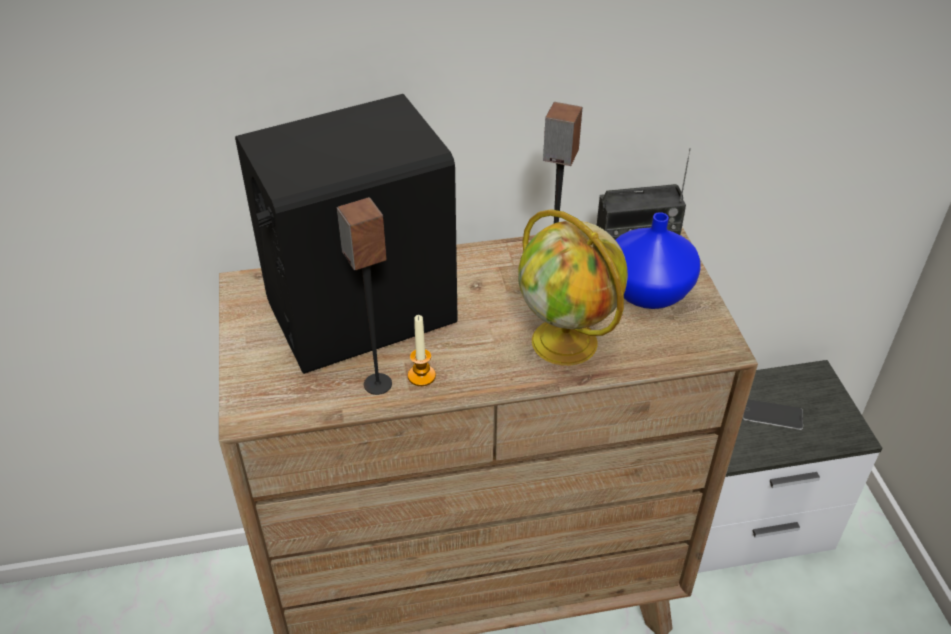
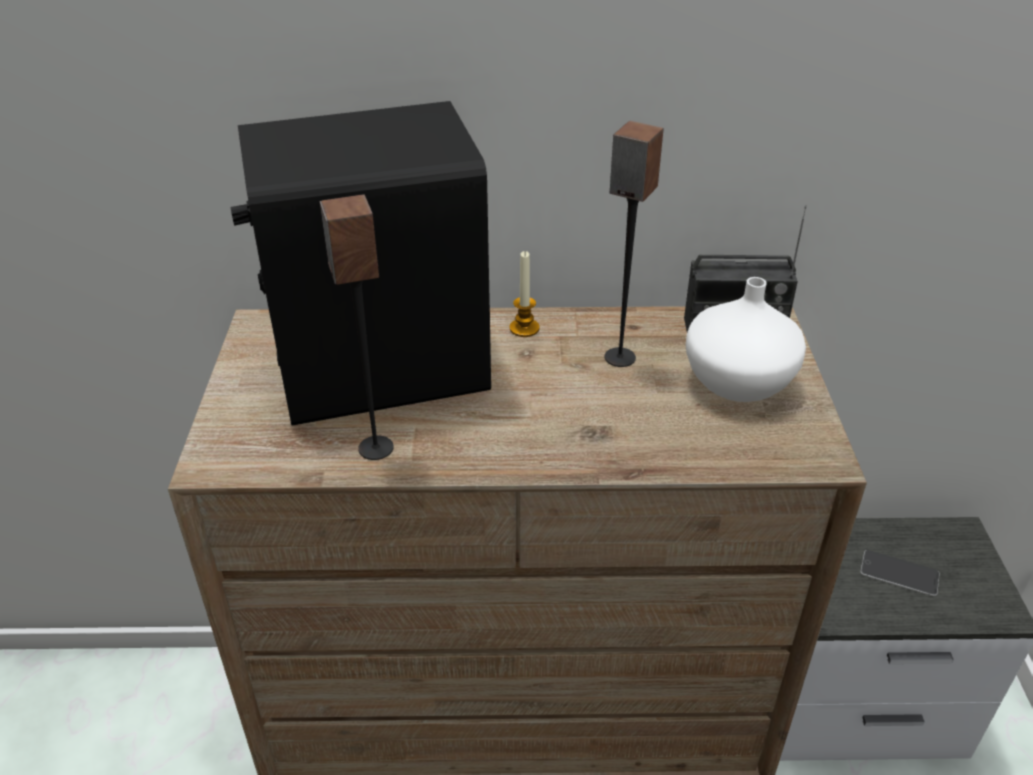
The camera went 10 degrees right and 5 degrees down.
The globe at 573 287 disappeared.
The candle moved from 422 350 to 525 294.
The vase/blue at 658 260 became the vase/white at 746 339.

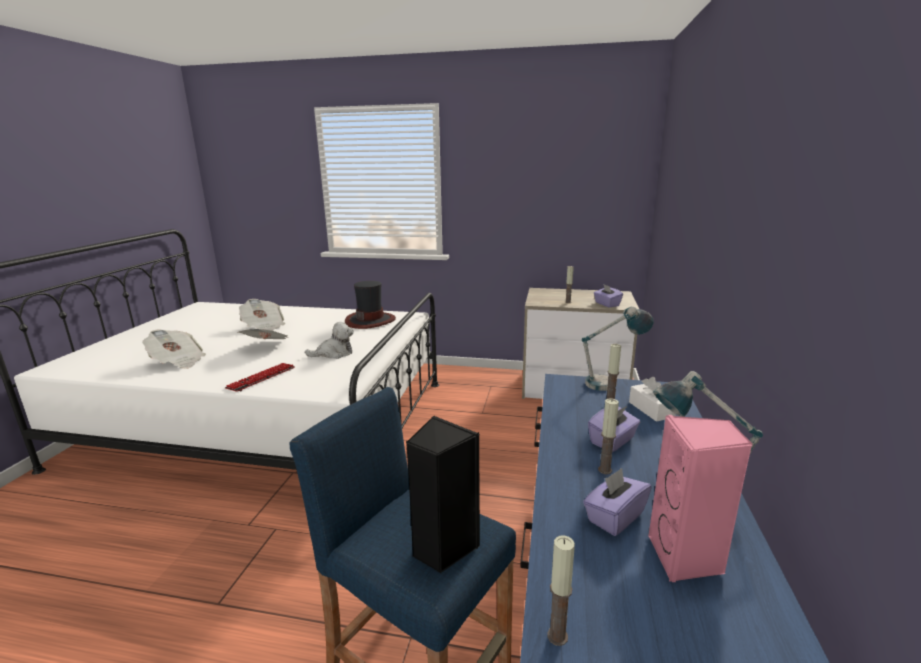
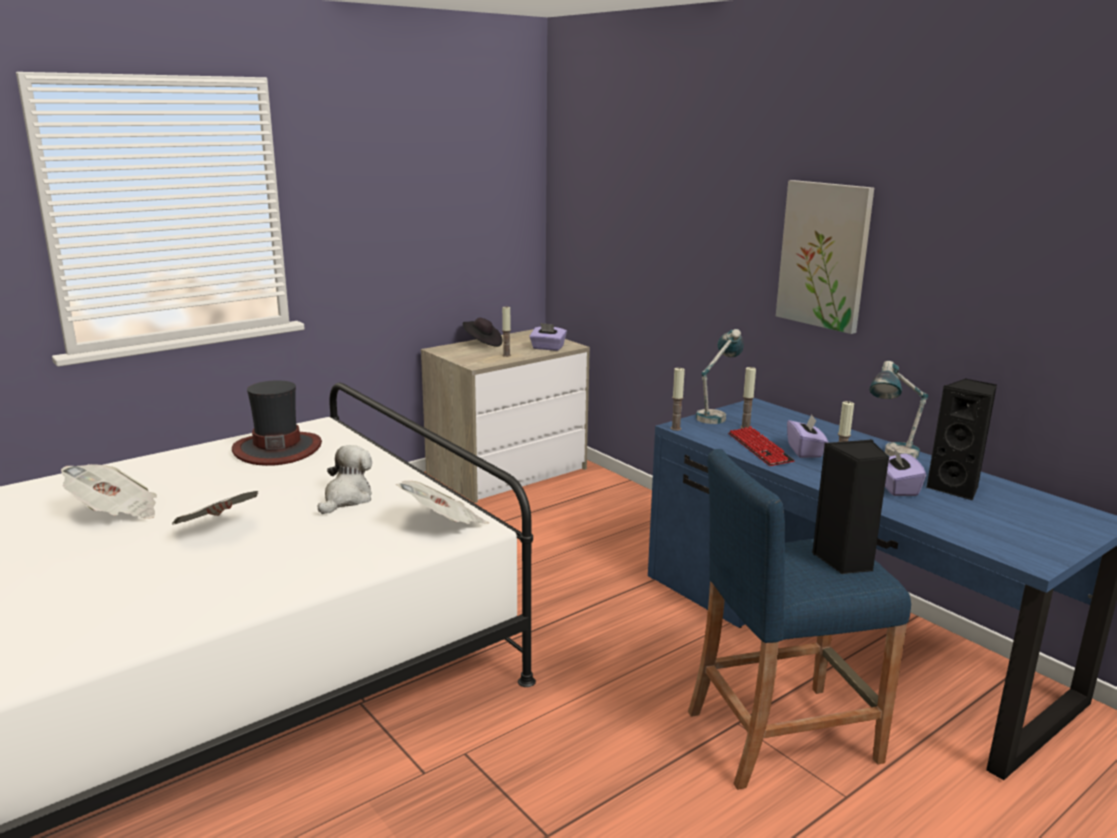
The camera went 50 degrees left and 0 degrees up.
The tissue box/white at 652 399 disappeared.
The hat/black at 482 332 appeared.
The picture at 825 257 appeared.
The newspaper moved from 174 349 to 442 502.
The keyboard moved from 260 377 to 761 446.
The candle moved from 561 591 to 678 399.
The speaker/pink at 700 498 became the speaker/black at 961 439.

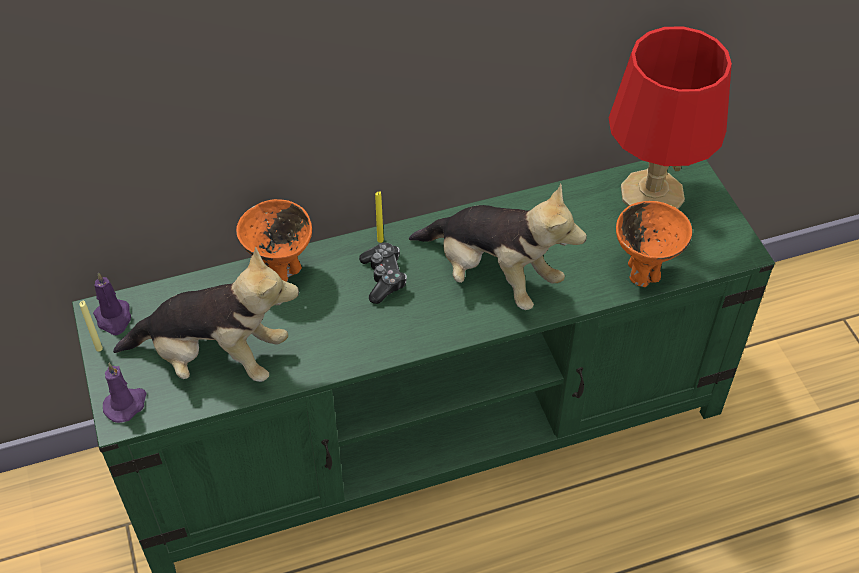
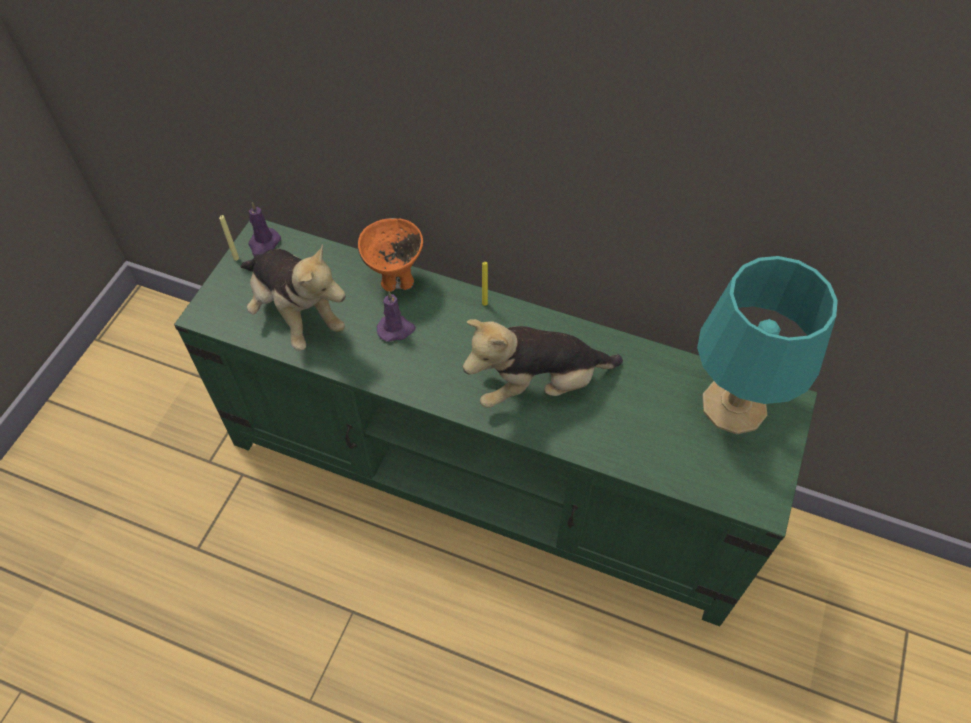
The camera went 40 degrees right and 5 degrees up.
The game controller at 383 273 disappeared.
The bowl/orange at 654 244 disappeared.
The candle/purple moved from 125 393 to 396 316.
The table lamp/red at 670 117 became the table lamp/turquoise at 767 345.
The plush toy at 498 247 turned 90 degrees clockwise.

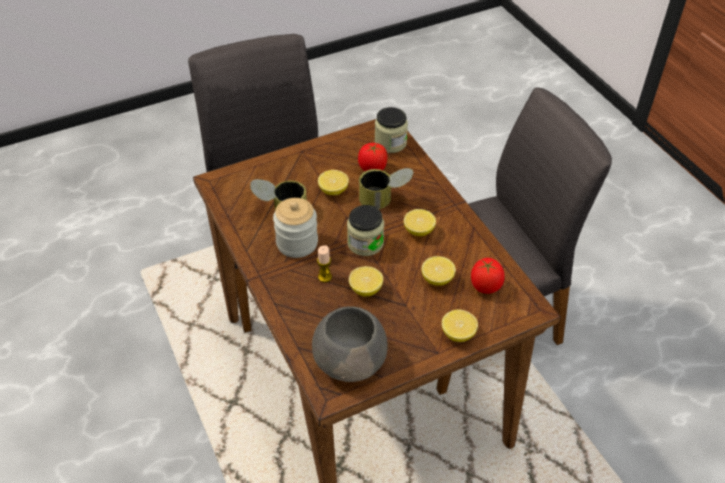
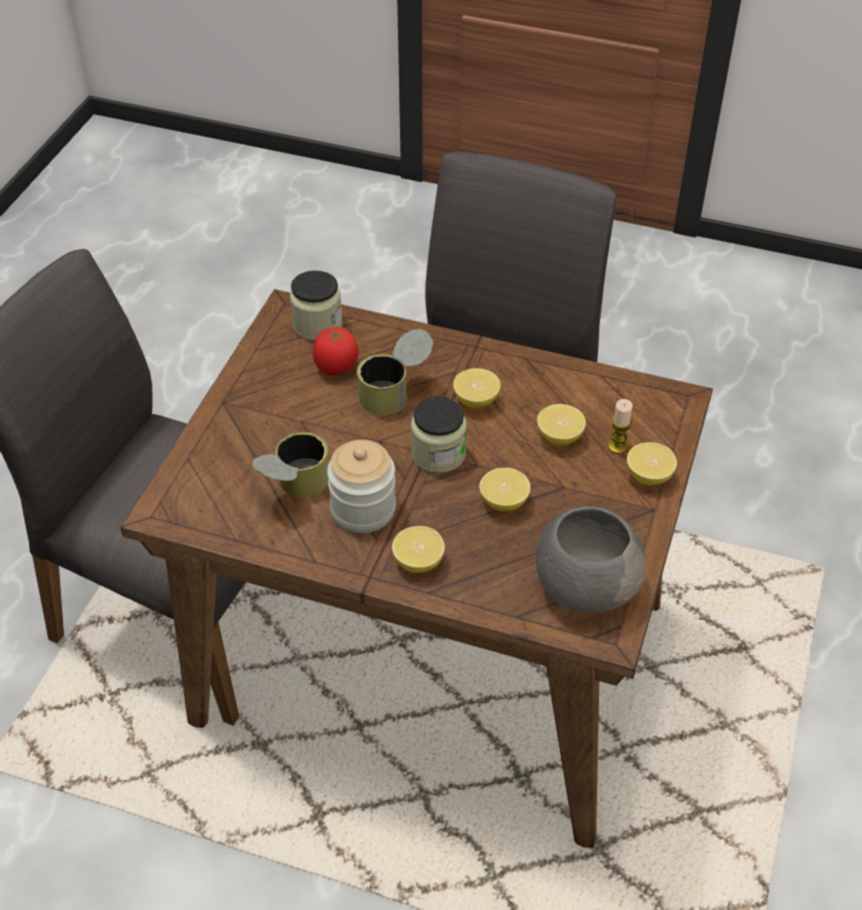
The camera went 45 degrees left and 0 degrees up.
The tomato at 488 276 disappeared.
The candle moved from 324 263 to 620 426.
The lemon moved from 333 182 to 418 549.

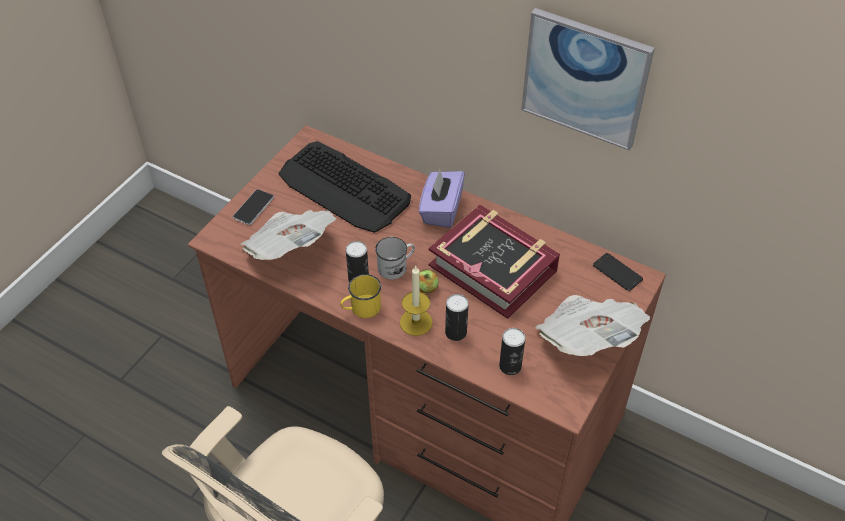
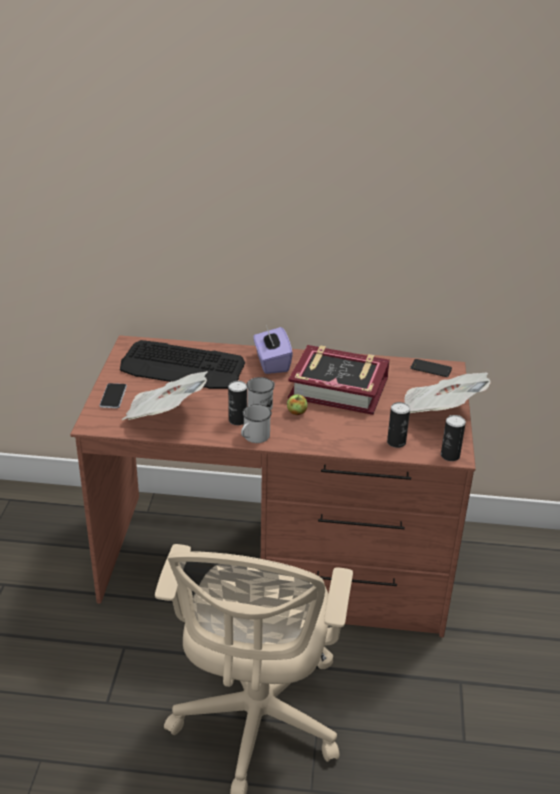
The camera went 25 degrees left and 15 degrees down.
The candle at 416 301 disappeared.
The picture at 588 79 disappeared.
The can moved from 457 317 to 453 438.
The mug/yellow at 360 296 became the mug/white at 256 423.

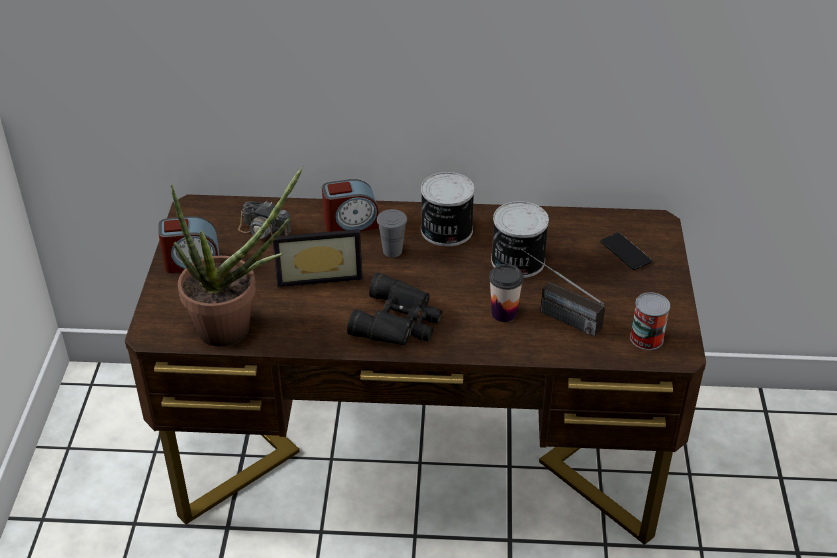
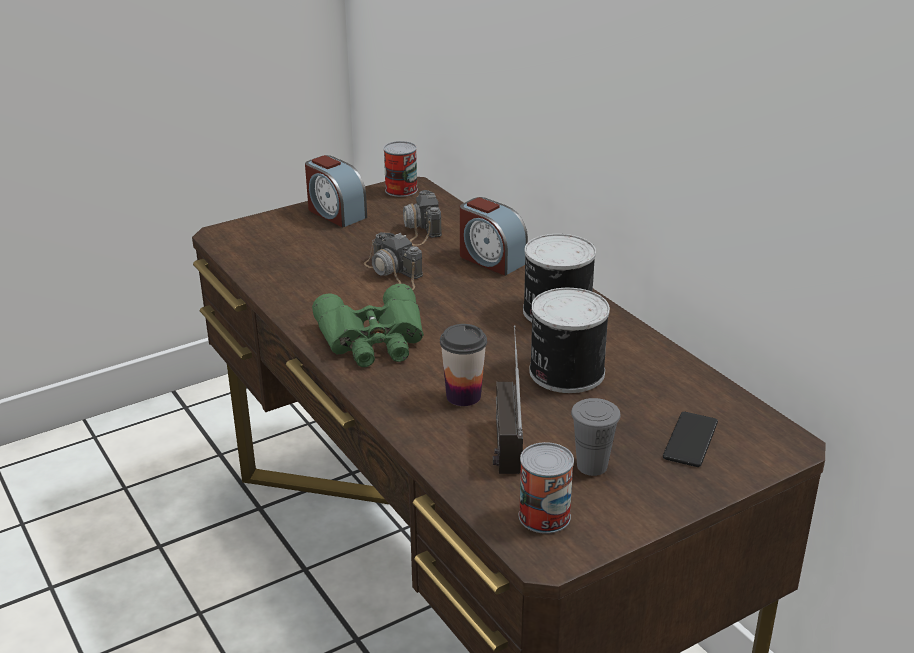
The camera went 55 degrees right and 10 degrees down.
The potted plant at 237 257 disappeared.
The can at 400 169 appeared.
The cup/grey moved from 392 233 to 596 437.
The picture frame at 318 258 was replaced by the photo camera at 393 261.
The binoculars/black at 394 309 became the binoculars/green at 368 325.

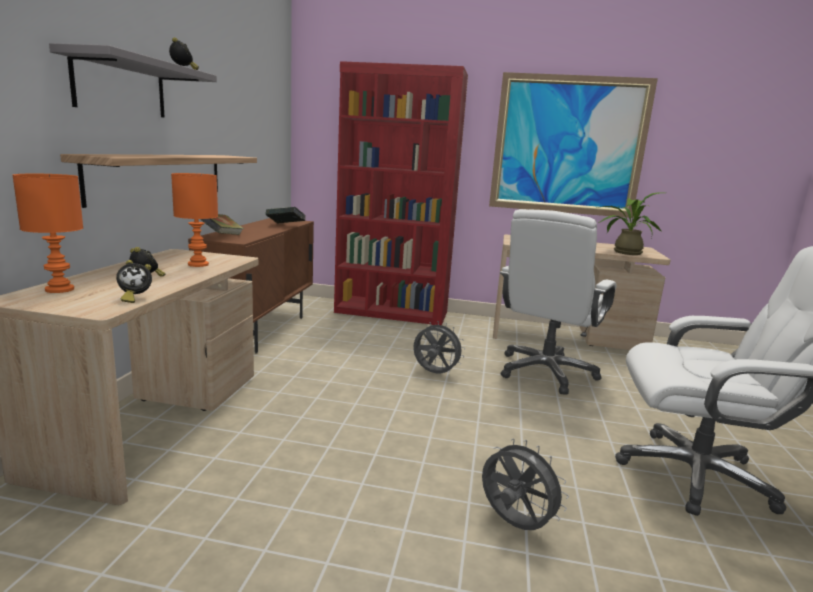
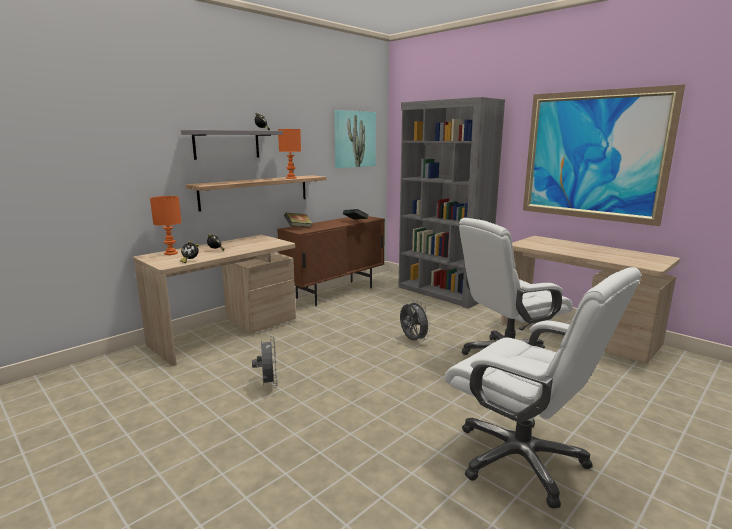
The camera went 35 degrees right and 0 degrees up.
The potted plant at 628 224 disappeared.
The picture at 355 139 appeared.
The table lamp/orange moved from 194 220 to 289 154.
The fan/grey moved from 525 484 to 264 362.
The bookcase/red at 401 193 became the bookcase/grey at 451 203.

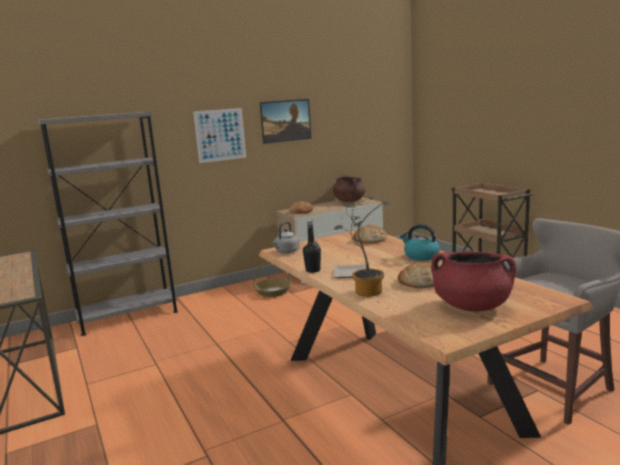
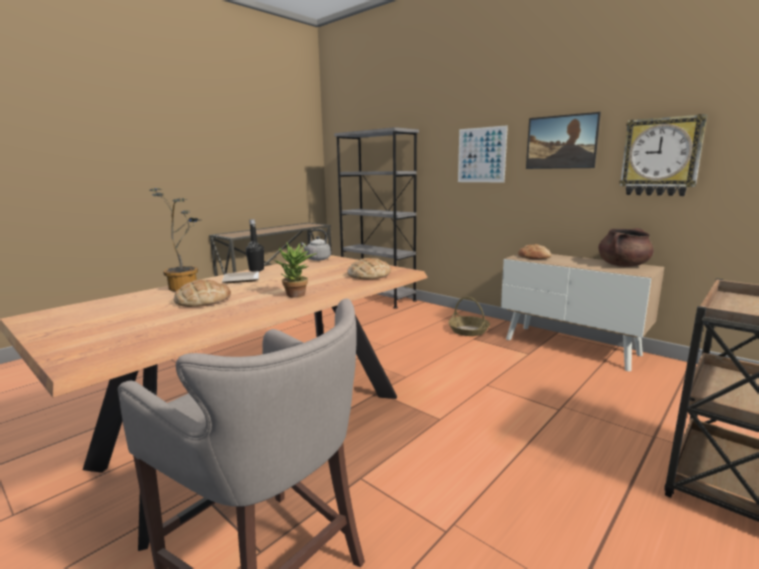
The camera went 70 degrees right and 0 degrees up.
The cooking pot/red at 473 281 disappeared.
The wall clock at 663 155 appeared.
The kettle at 420 242 was replaced by the potted plant at 295 270.

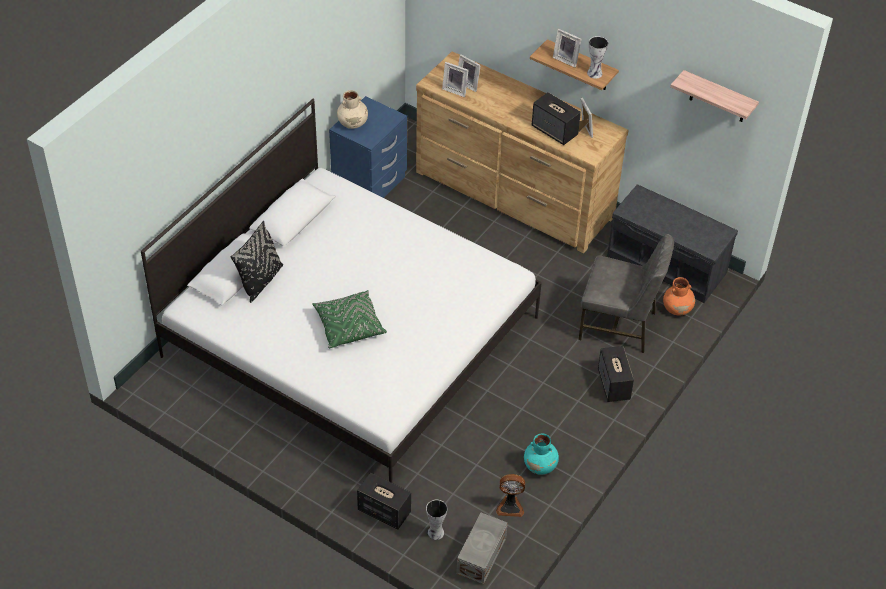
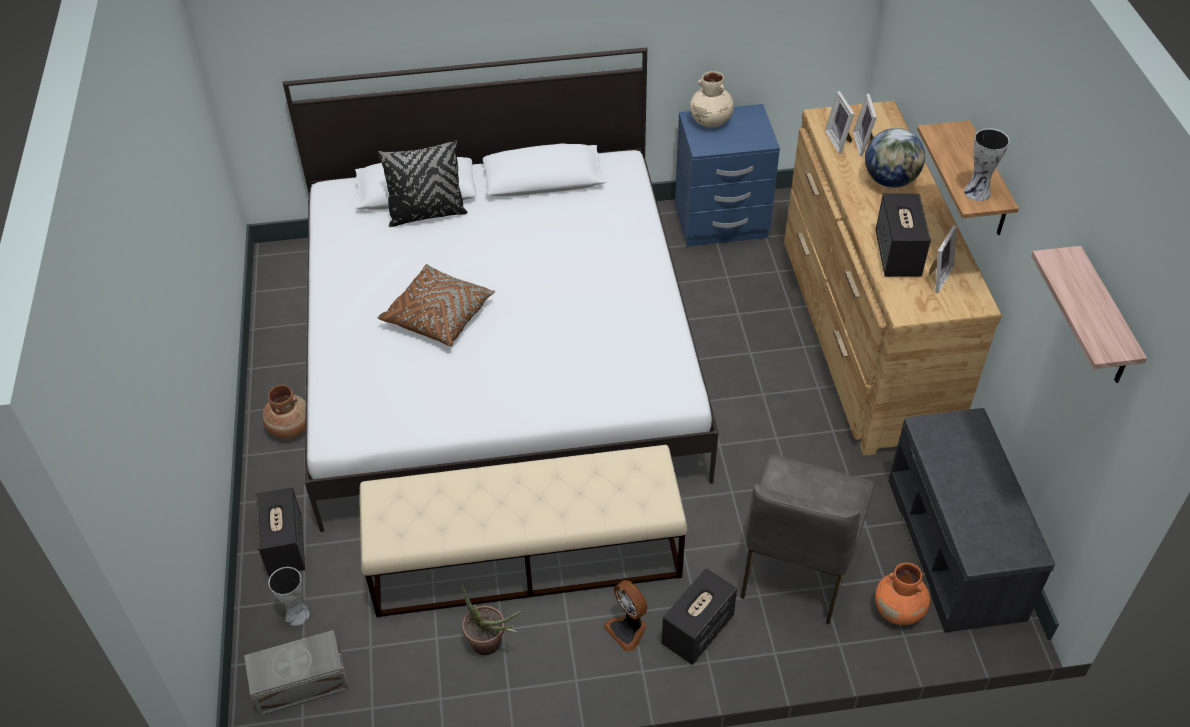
The camera went 50 degrees right and 0 degrees up.
The picture frame at 567 48 disappeared.
The vase/brown at 284 412 appeared.
The bench/beige at 523 531 appeared.
The globe at 895 158 appeared.
The fan moved from 510 495 to 626 616.
The vase/turquoise at 541 454 was replaced by the potted plant at 491 619.
The pillow/green at 349 319 became the pillow/brown at 436 305.
The chair/grey at 626 293 turned 45 degrees clockwise.

